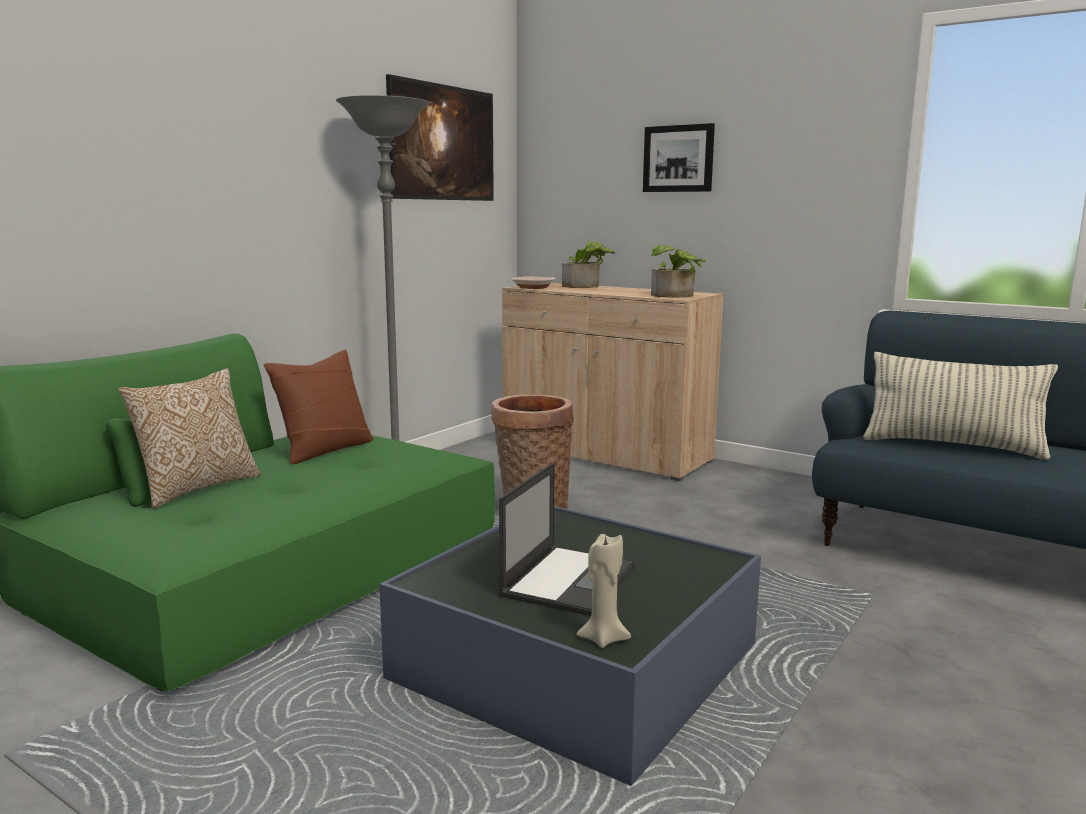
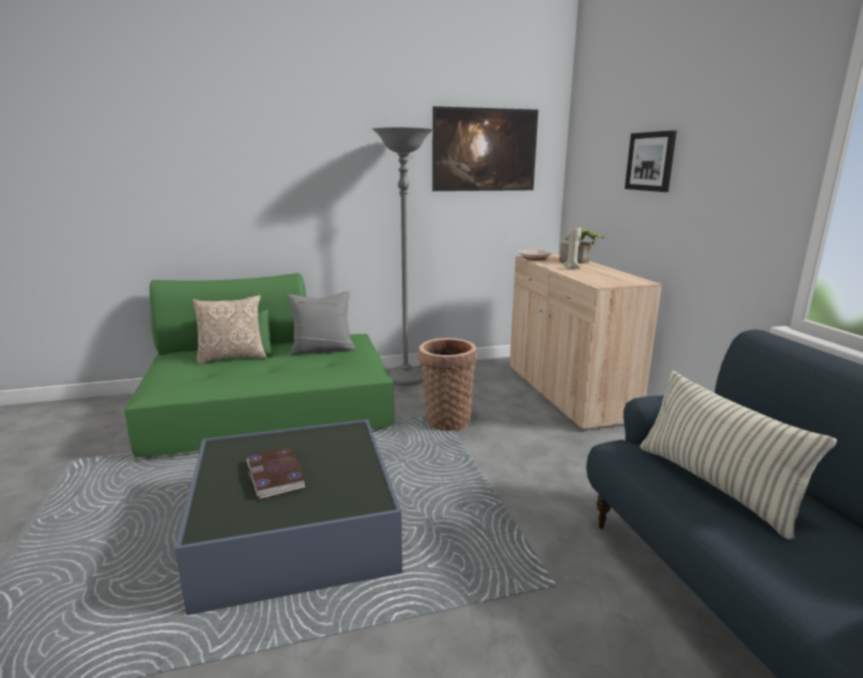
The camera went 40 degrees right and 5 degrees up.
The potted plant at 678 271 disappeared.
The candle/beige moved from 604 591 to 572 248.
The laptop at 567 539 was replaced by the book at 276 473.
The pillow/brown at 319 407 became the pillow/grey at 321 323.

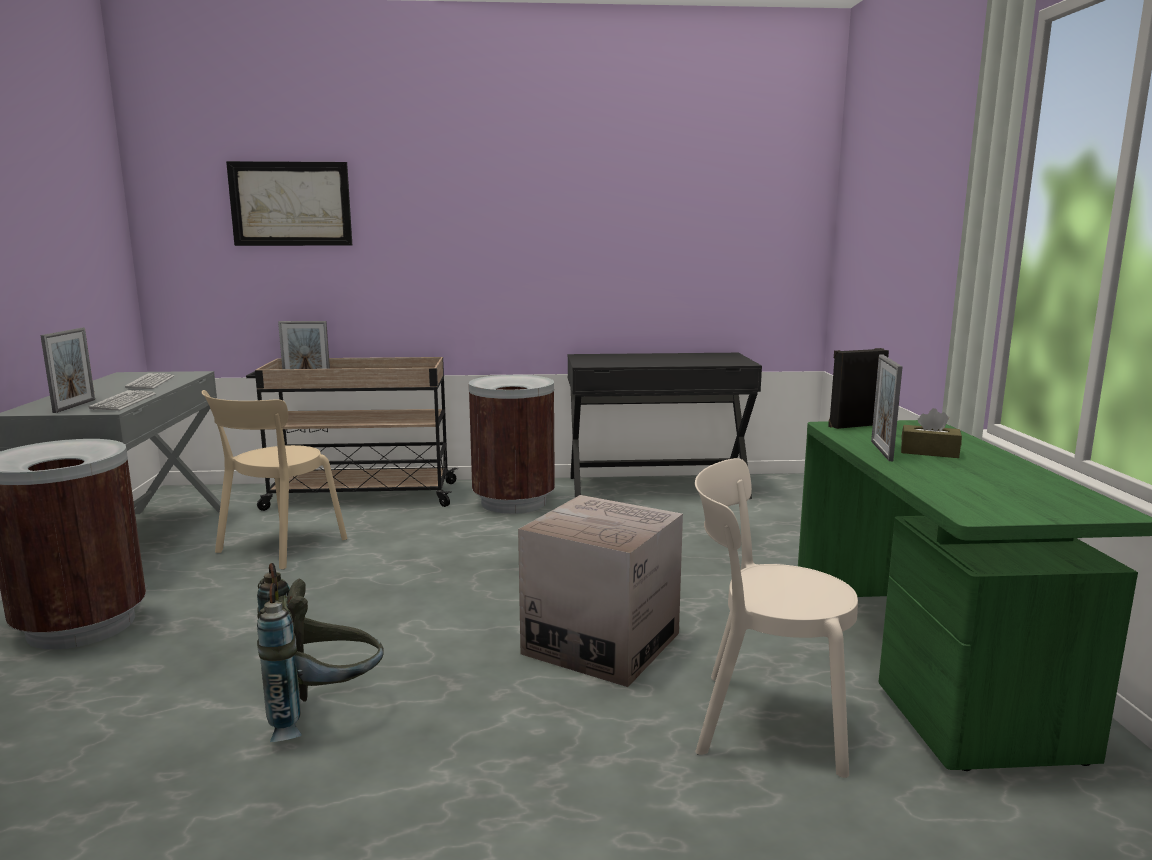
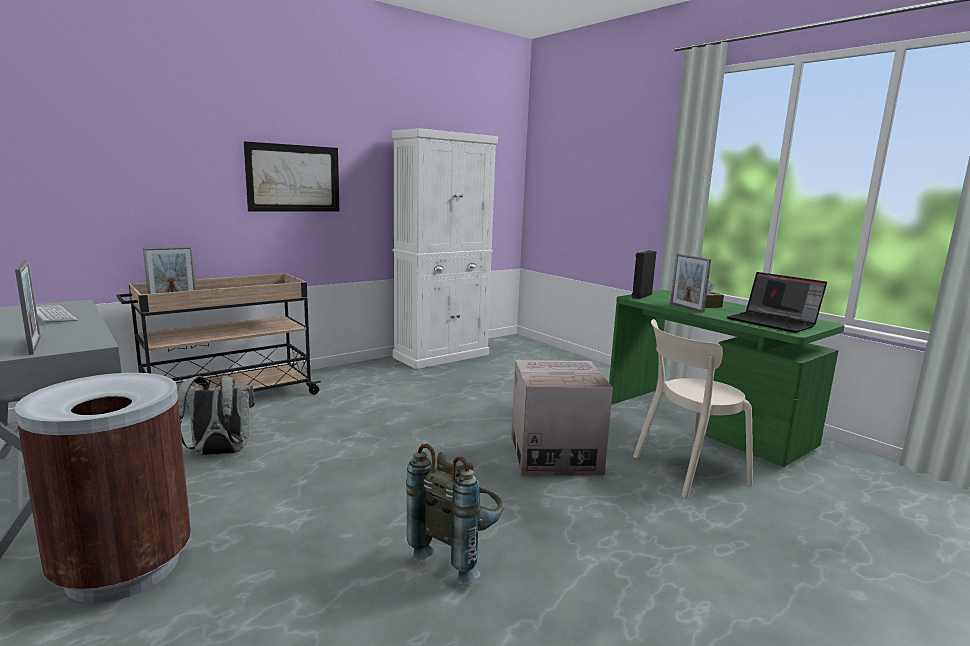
The camera went 35 degrees left and 0 degrees up.
The keyboard at 122 400 disappeared.
The trash can/brown at 512 444 disappeared.
The laptop at 777 302 appeared.
The picture moved from 289 203 to 291 176.
The chair/beige at 274 480 was replaced by the backpack/grey at 216 415.
The desk/black at 664 426 was replaced by the cabinet/white at 445 248.

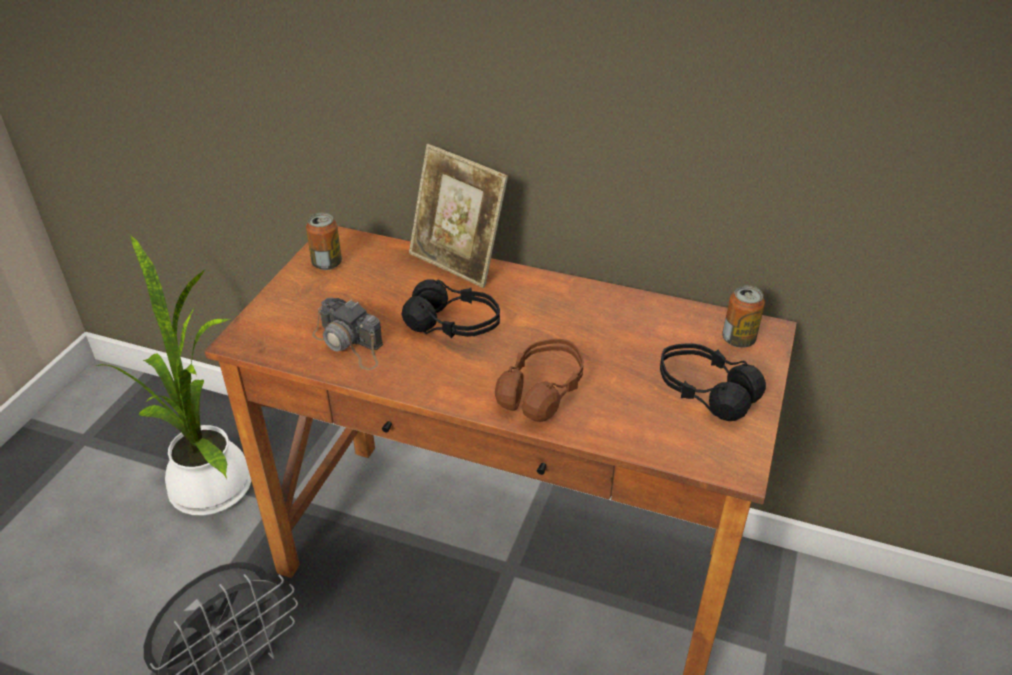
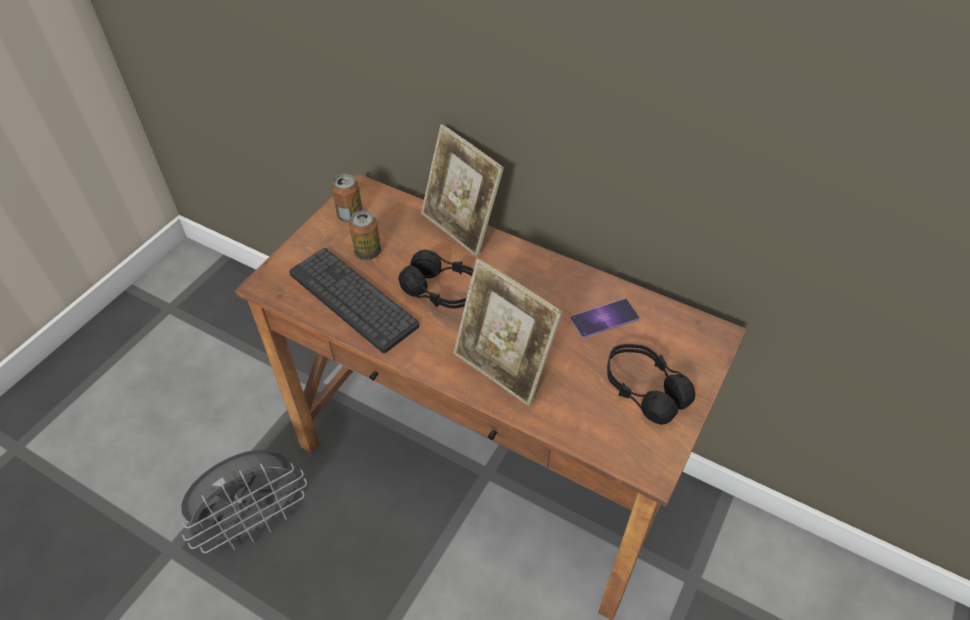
The camera went 10 degrees right and 10 degrees up.
The potted plant at 174 376 disappeared.
The phone at 605 318 appeared.
The can moved from 743 316 to 365 235.
The photo camera at 347 334 was replaced by the keyboard at 354 300.
The headphones/brown at 539 380 was replaced by the picture frame at 508 332.

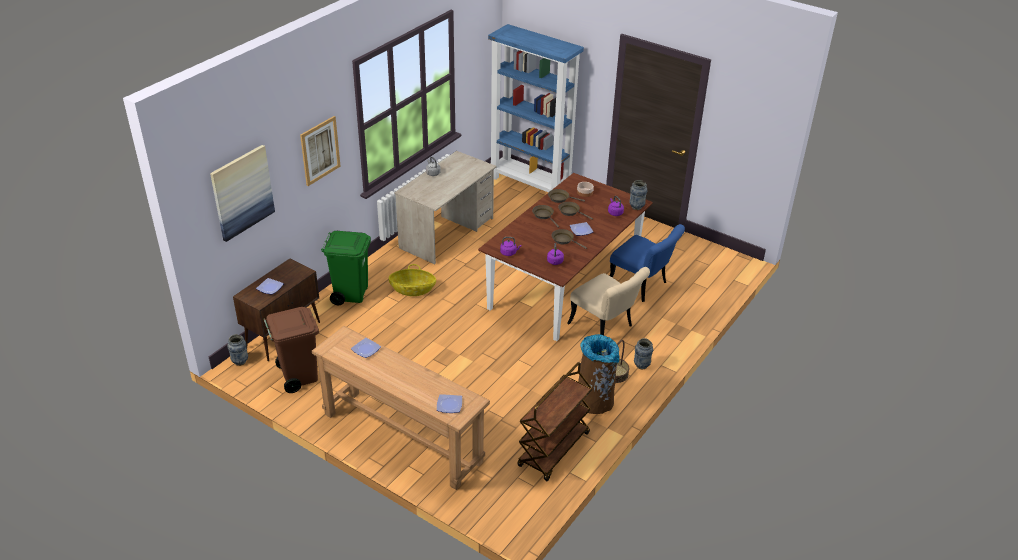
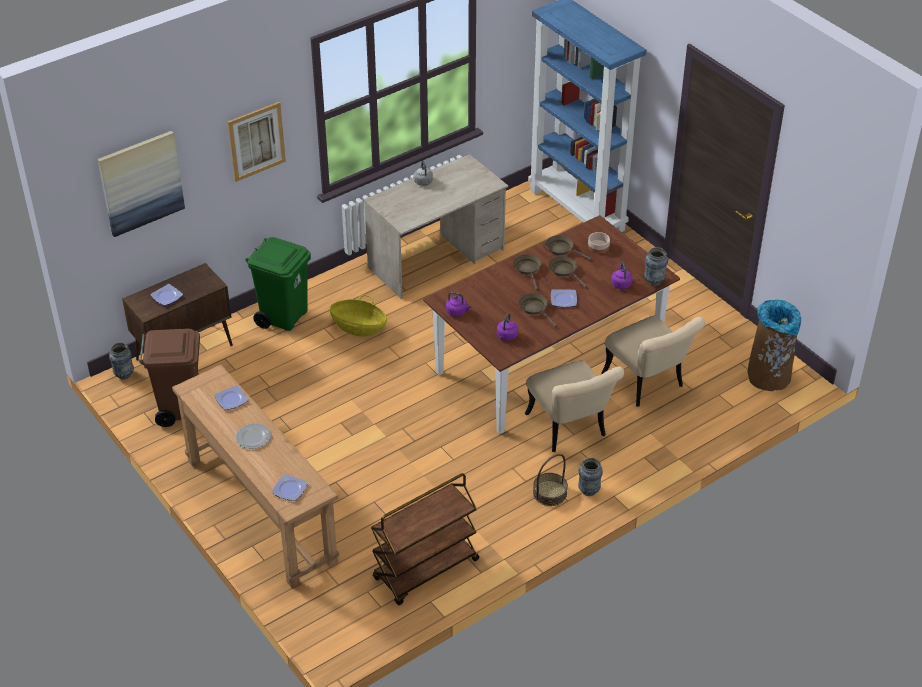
The camera went 20 degrees right and 5 degrees up.
The plate at 253 436 appeared.
The trash can/brown moved from 598 374 to 774 345.
The chair/blue at 647 263 became the chair/beige at 653 361.

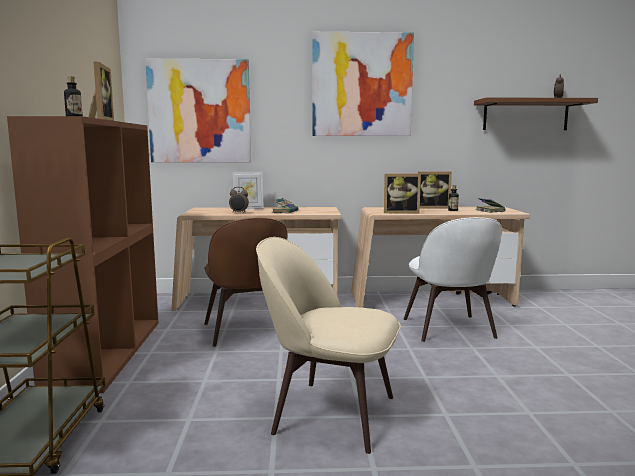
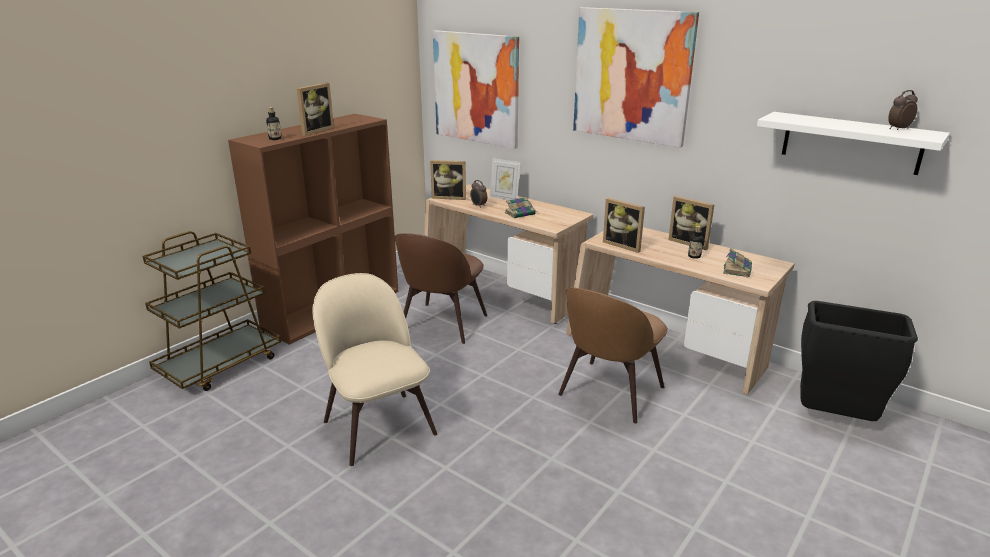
The camera went 40 degrees right and 15 degrees up.
The picture frame at 448 180 appeared.
The trash can/black at 859 361 appeared.
The chair/white at 453 279 became the chair/brown at 613 355.
The shelf/brown at 536 113 became the shelf/white at 853 143.

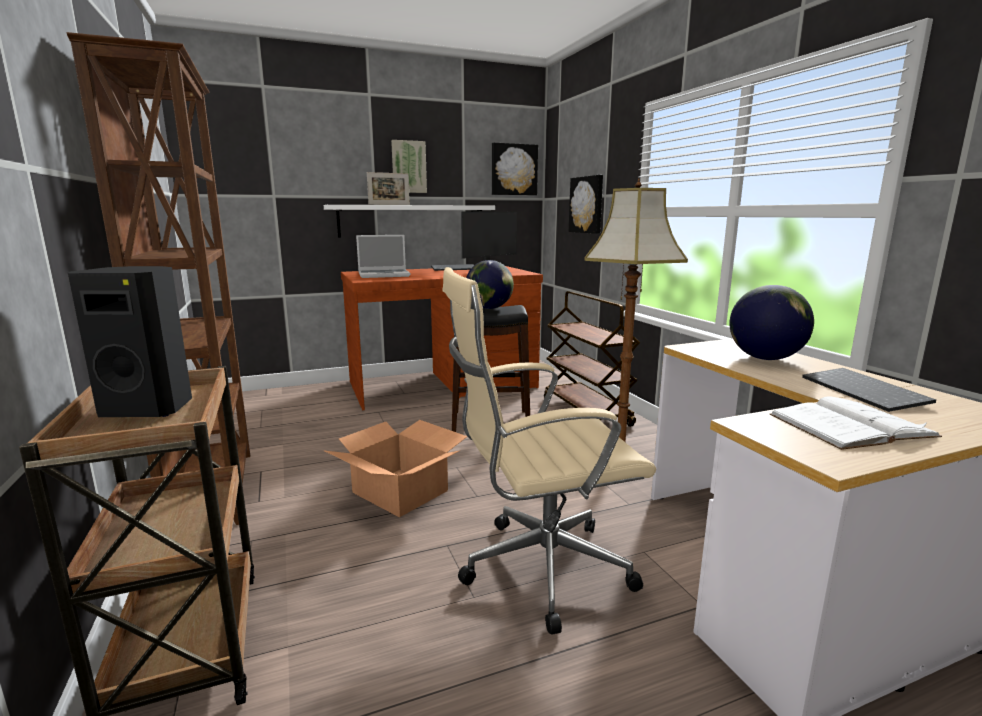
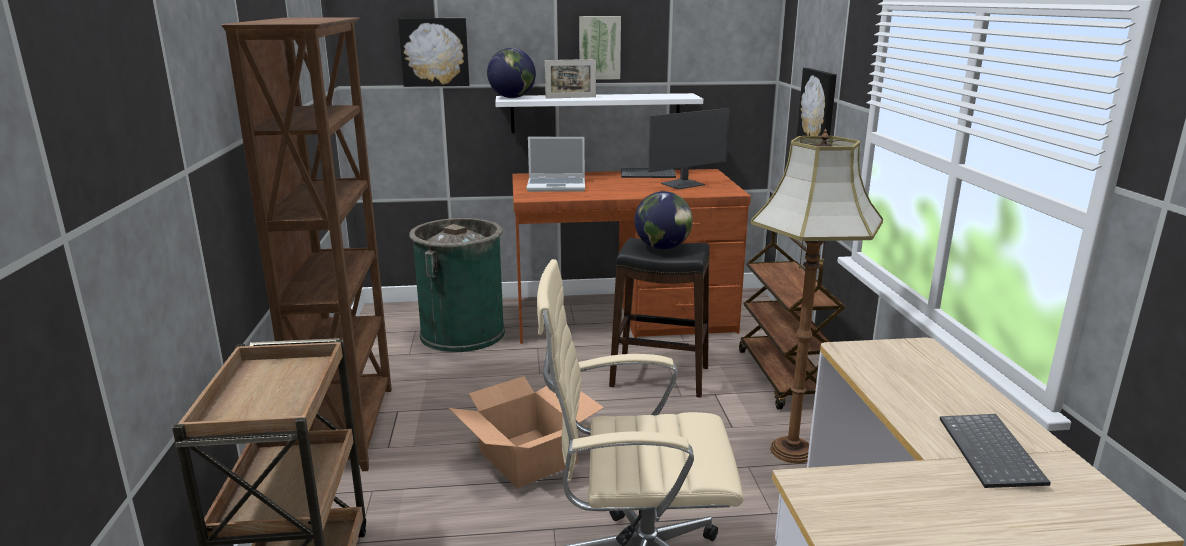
The camera went 15 degrees right and 5 degrees up.
The speaker/black at 130 341 disappeared.
The book/white at 855 423 disappeared.
The trash can/green at 457 285 appeared.
The picture moved from 515 169 to 434 52.
The globe moved from 771 322 to 511 73.

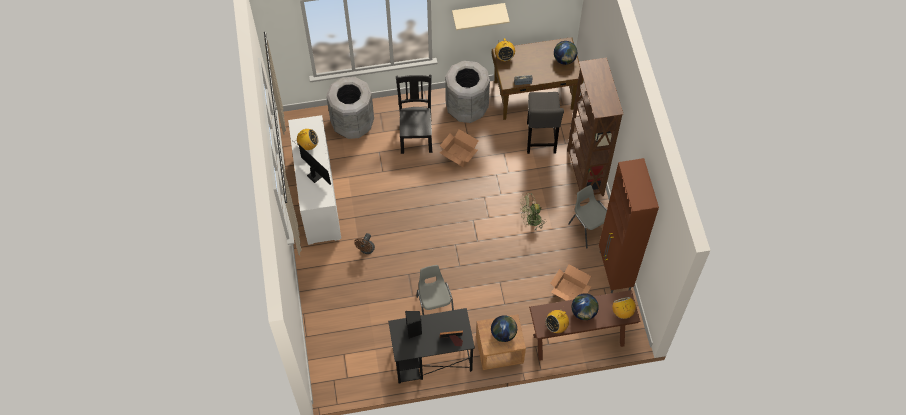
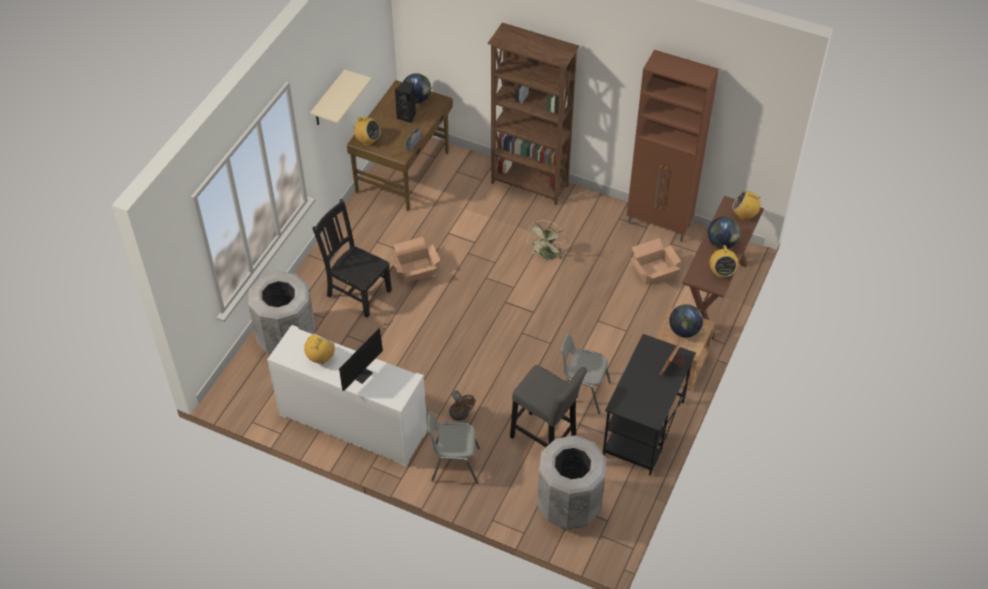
The camera went 55 degrees left and 10 degrees down.
The speaker/black moved from 413 325 to 405 102.
The trash can/grey moved from 467 92 to 571 482.
The stool/grey moved from 545 123 to 548 406.
The chair/grey moved from 587 217 to 453 447.
The monitor at 313 163 turned 135 degrees clockwise.

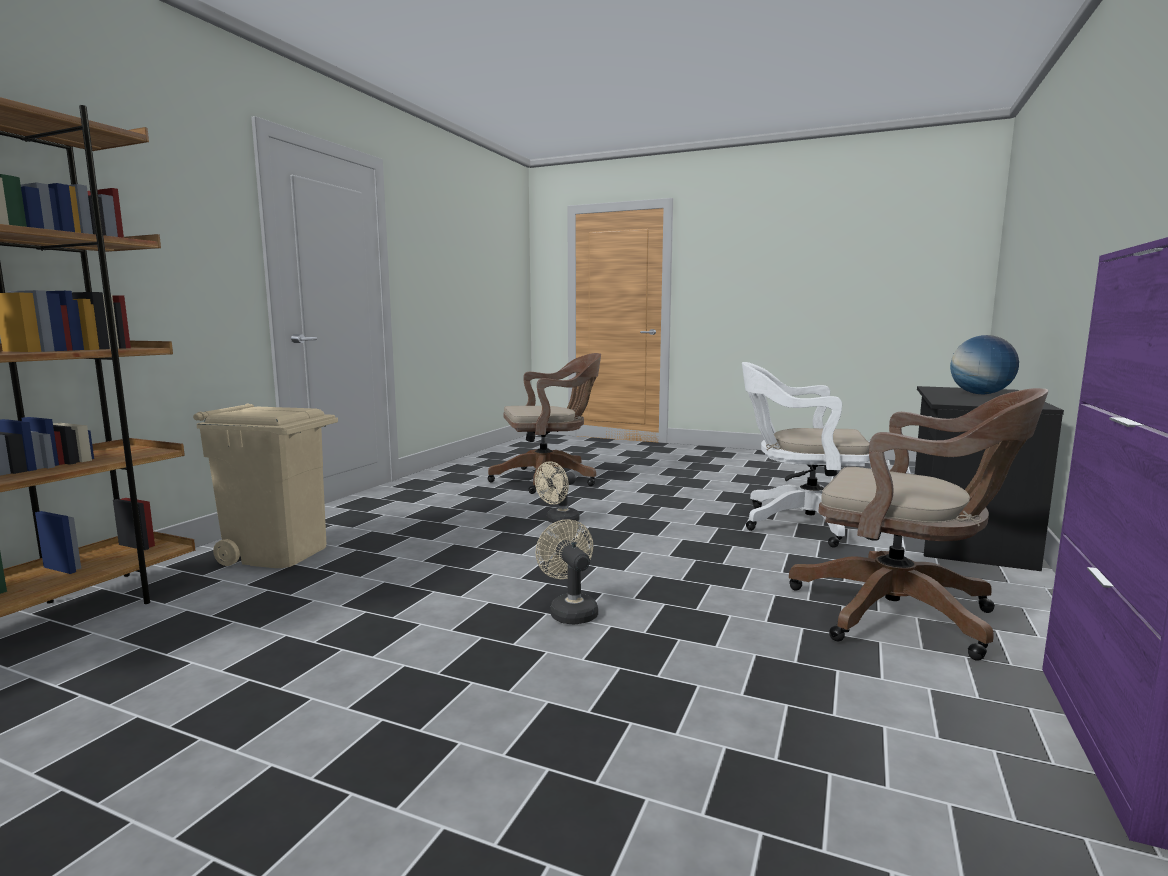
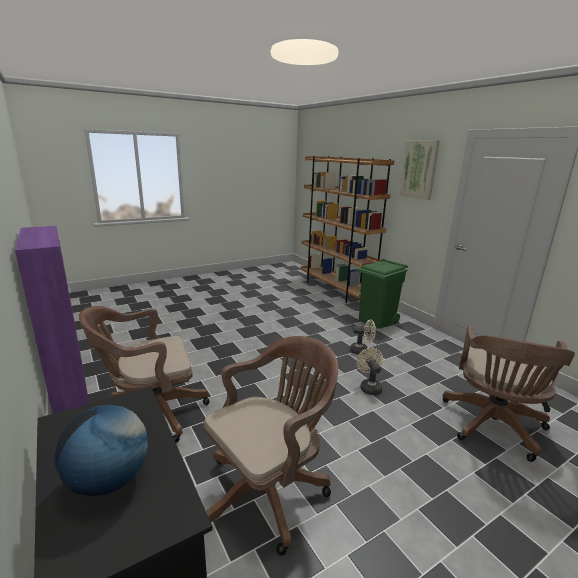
The camera went 125 degrees right and 10 degrees up.
The picture at 420 170 appeared.
The fan/beige moved from 567 571 to 363 337.
The trash can/beige at 265 486 became the trash can/green at 382 293.
The office chair/white at 806 455 became the office chair/brown at 270 446.

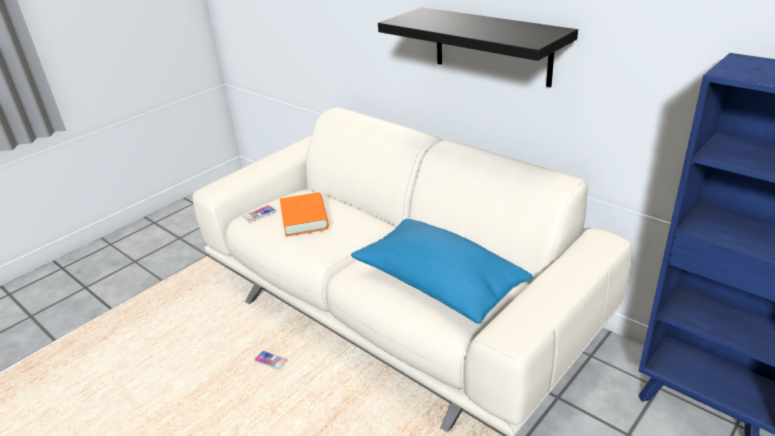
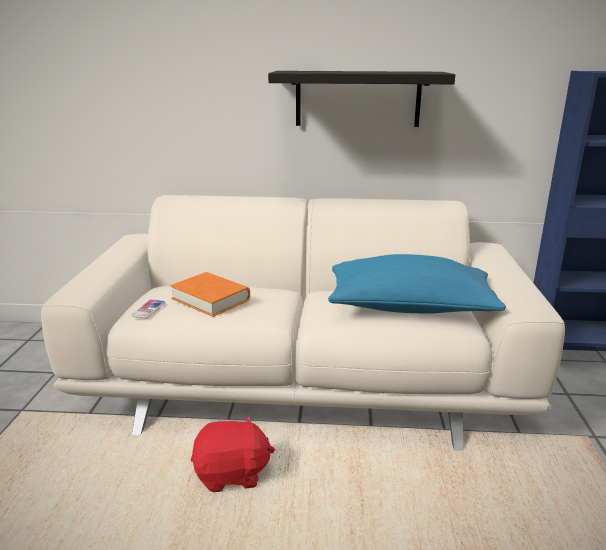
The camera went 40 degrees left and 10 degrees down.
The phone at 271 360 was replaced by the plush toy/red at 233 453.

